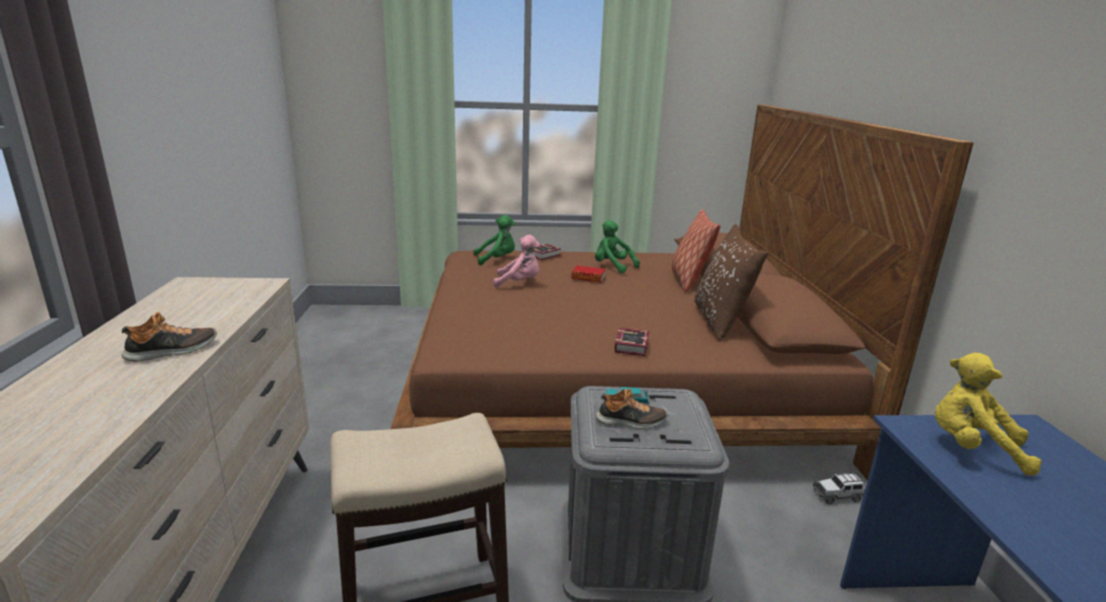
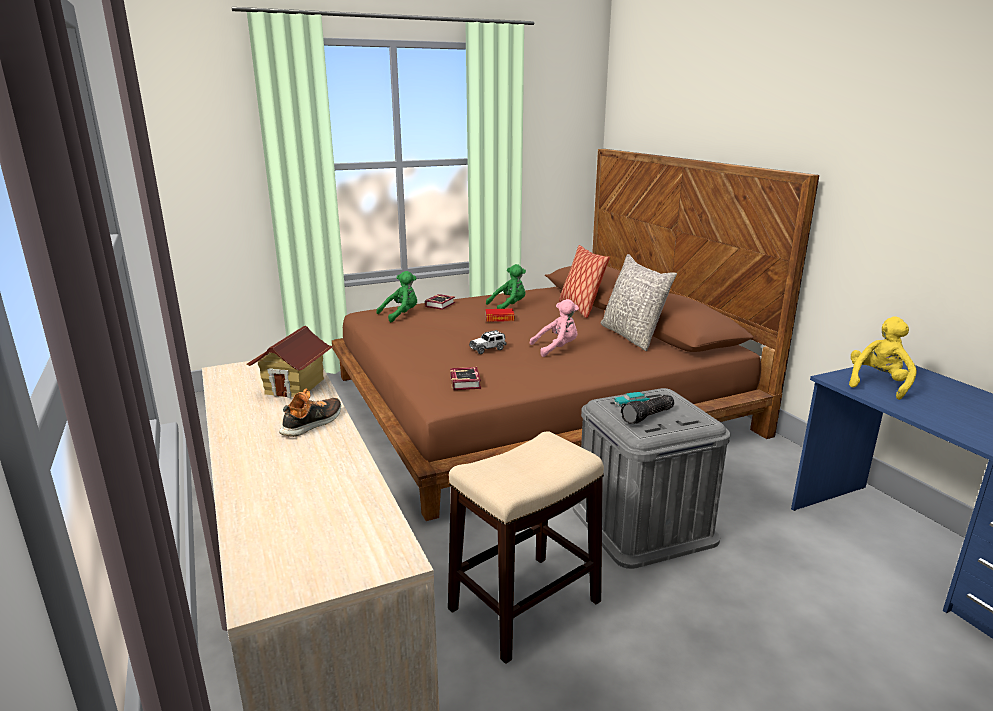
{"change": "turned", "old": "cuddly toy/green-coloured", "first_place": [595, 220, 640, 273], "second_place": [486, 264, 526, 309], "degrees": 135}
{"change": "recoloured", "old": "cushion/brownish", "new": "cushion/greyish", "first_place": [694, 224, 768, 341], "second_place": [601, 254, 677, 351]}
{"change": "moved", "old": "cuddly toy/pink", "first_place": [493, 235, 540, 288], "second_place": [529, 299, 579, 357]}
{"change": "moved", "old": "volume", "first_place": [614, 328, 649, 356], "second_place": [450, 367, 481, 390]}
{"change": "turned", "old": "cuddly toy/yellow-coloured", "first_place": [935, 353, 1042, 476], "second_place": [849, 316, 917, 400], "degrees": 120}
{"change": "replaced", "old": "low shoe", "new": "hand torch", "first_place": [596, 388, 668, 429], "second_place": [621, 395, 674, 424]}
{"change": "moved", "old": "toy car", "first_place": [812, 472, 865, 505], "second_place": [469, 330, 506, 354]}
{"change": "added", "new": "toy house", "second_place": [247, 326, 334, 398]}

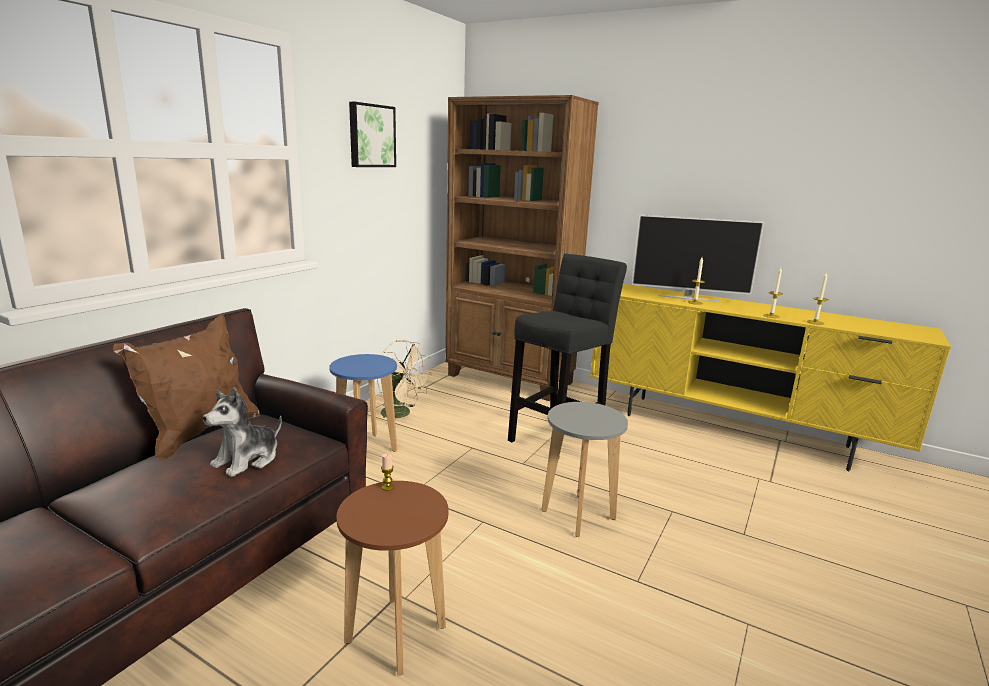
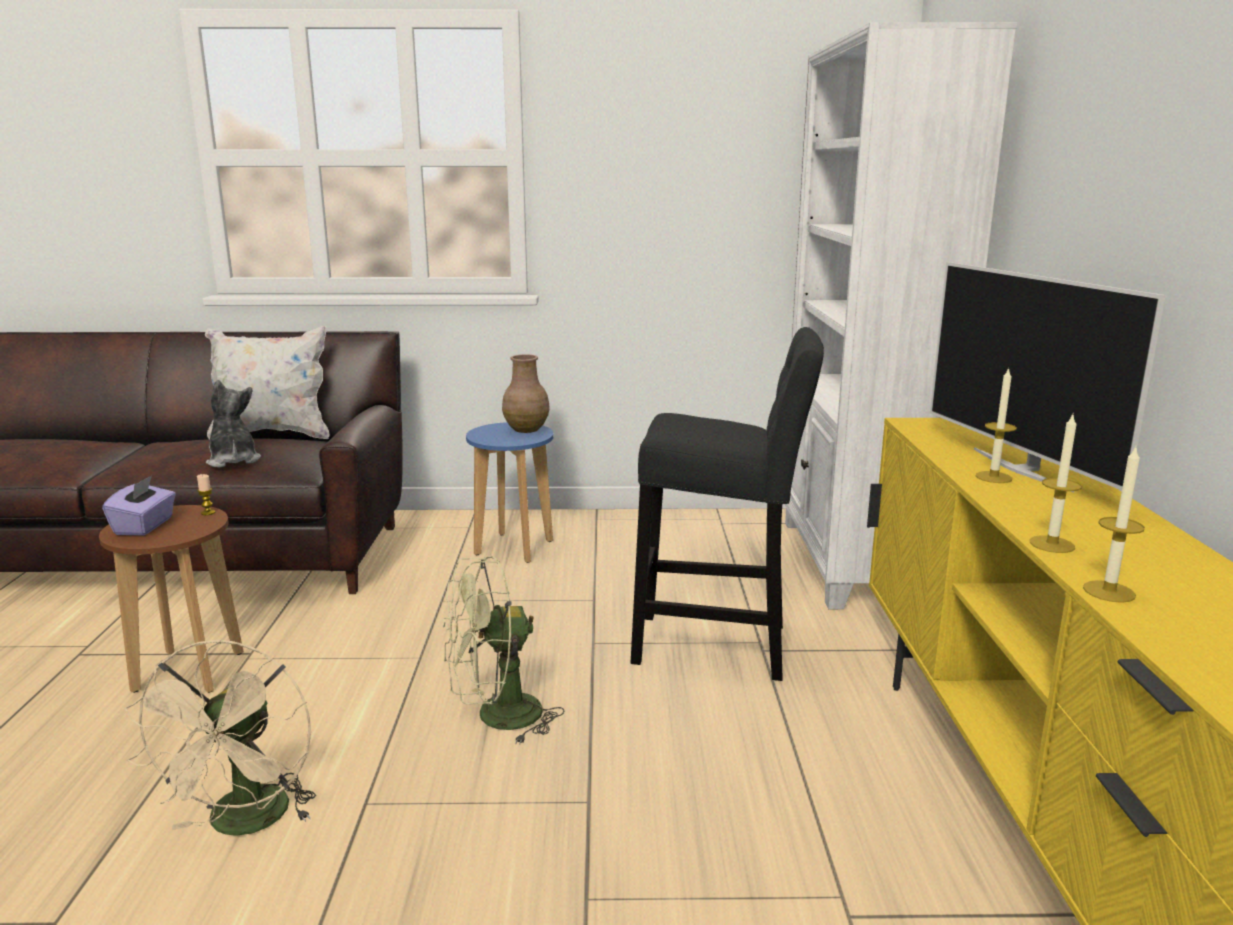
{"change": "recoloured", "old": "bookcase/brownish", "new": "bookcase/whitish", "first_place": [445, 95, 599, 401], "second_place": [785, 22, 1017, 609]}
{"change": "removed", "old": "picture", "first_place": [349, 102, 396, 167]}
{"change": "recoloured", "old": "cushion/brownish", "new": "cushion/whitish", "first_place": [113, 314, 260, 460], "second_place": [205, 326, 330, 439]}
{"change": "moved", "old": "fan/beige", "first_place": [377, 340, 432, 424], "second_place": [125, 639, 316, 836]}
{"change": "turned", "old": "cuddly toy", "first_place": [203, 388, 282, 477], "second_place": [206, 380, 261, 468], "degrees": 60}
{"change": "replaced", "old": "stool/greyish", "new": "fan/green-coloured", "first_place": [541, 402, 628, 537], "second_place": [443, 556, 565, 745]}
{"change": "added", "new": "vase/brownish", "second_place": [502, 355, 550, 433]}
{"change": "added", "new": "tissue box/purple", "second_place": [102, 475, 176, 536]}

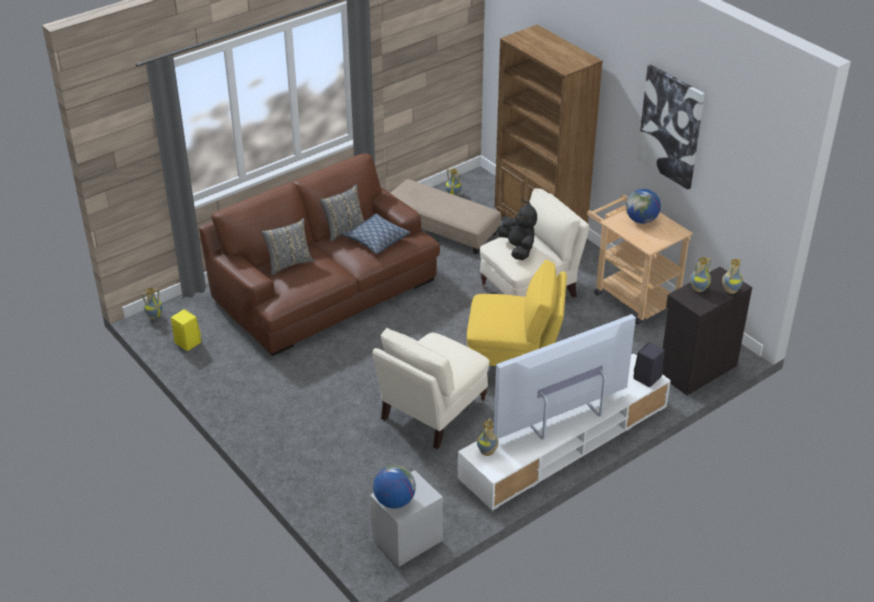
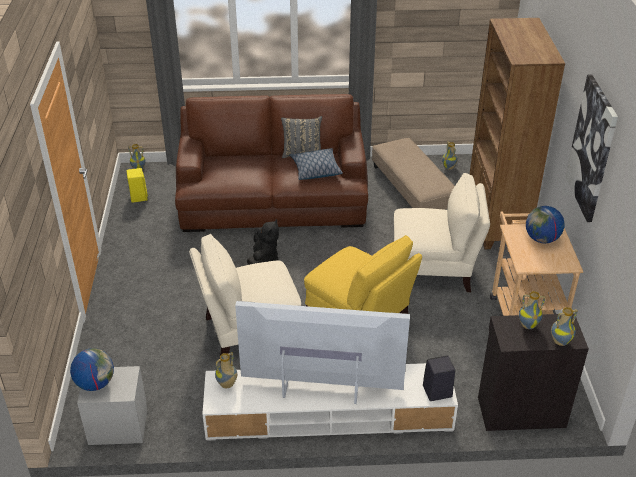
{"change": "moved", "old": "cuddly toy/blackish", "first_place": [497, 201, 537, 260], "second_place": [247, 219, 279, 265]}
{"change": "removed", "old": "cushion/greyish", "first_place": [262, 218, 314, 275]}

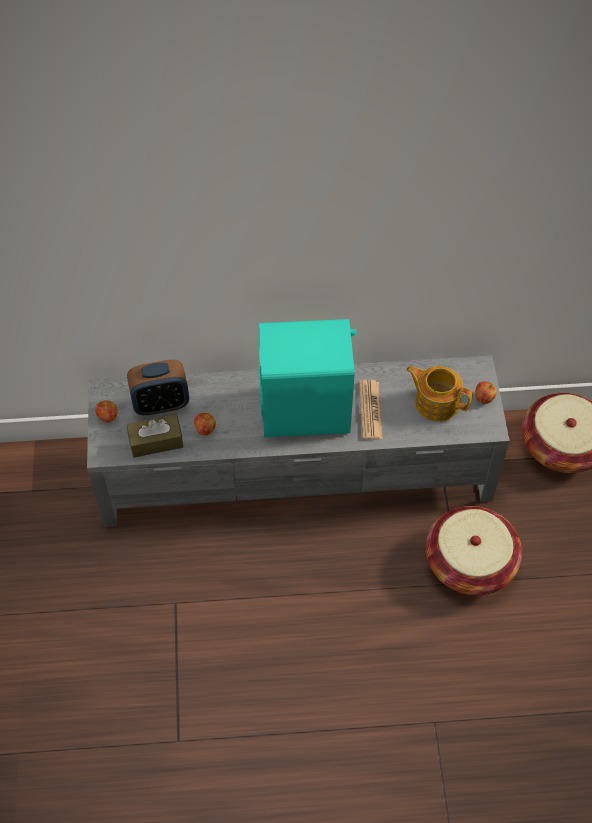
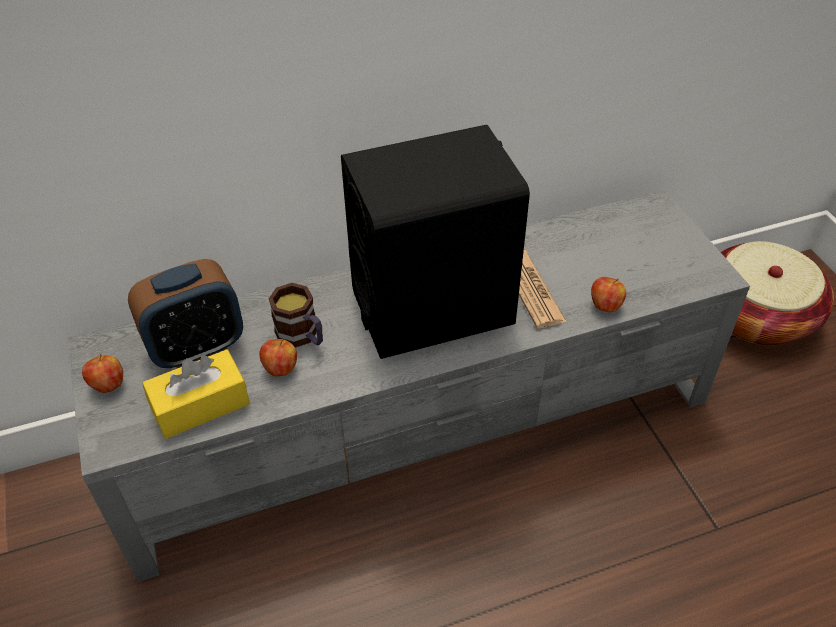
{"change": "recoloured", "old": "audio speaker/turquoise-coloured", "new": "audio speaker/blackish", "first_place": [259, 319, 357, 437], "second_place": [341, 125, 530, 359]}
{"change": "removed", "old": "pot for tea", "first_place": [406, 366, 473, 421]}
{"change": "moved", "old": "apple", "first_place": [475, 381, 497, 404], "second_place": [591, 277, 626, 312]}
{"change": "recoloured", "old": "tissue box/brownish", "new": "tissue box/yellow-coloured", "first_place": [127, 414, 183, 457], "second_place": [142, 349, 250, 439]}
{"change": "removed", "old": "storage basket", "first_place": [426, 506, 522, 595]}
{"change": "added", "new": "mug", "second_place": [269, 283, 323, 348]}

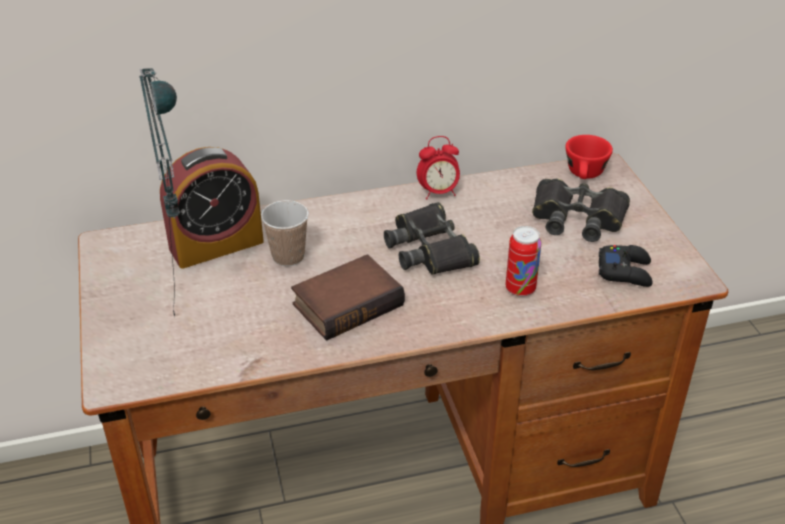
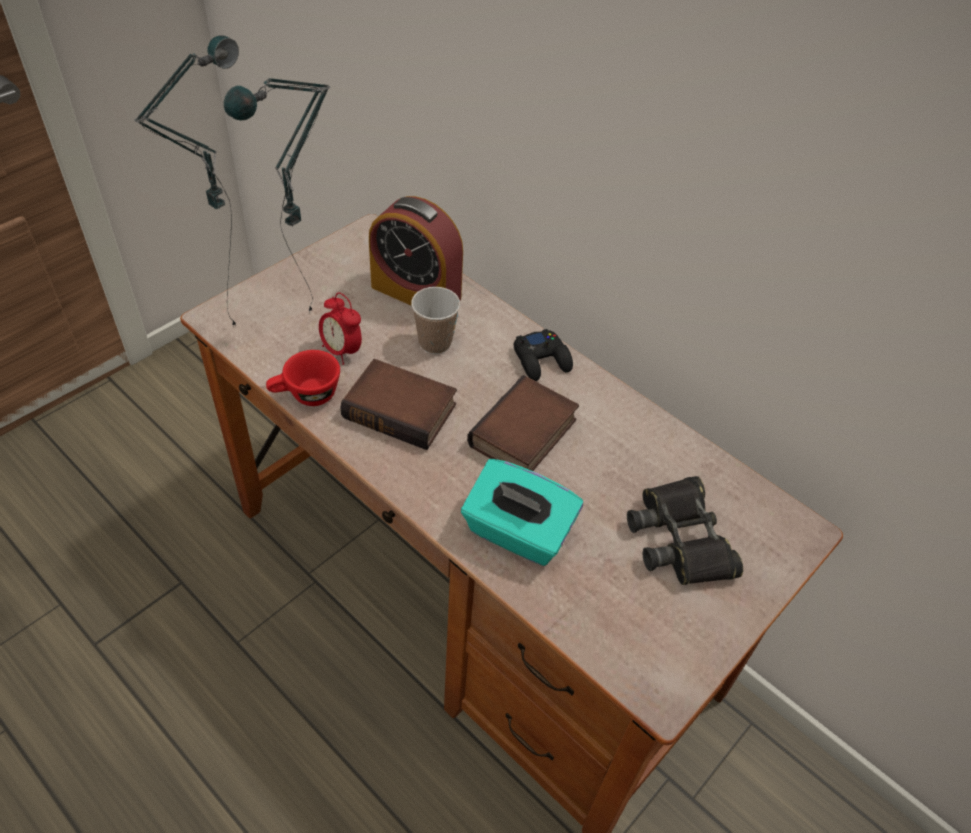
{"change": "moved", "old": "small cup/reddish", "first_place": [565, 135, 613, 179], "second_place": [266, 350, 340, 406]}
{"change": "moved", "old": "bedside clock", "first_place": [417, 136, 460, 200], "second_place": [319, 293, 362, 365]}
{"change": "replaced", "old": "binoculars/blackish", "new": "volume", "first_place": [384, 202, 480, 275], "second_place": [467, 375, 579, 471]}
{"change": "replaced", "old": "metal can", "new": "tissue box/turquoise-coloured", "first_place": [505, 226, 541, 297], "second_place": [461, 459, 583, 566]}
{"change": "moved", "old": "gamepad/blackish", "first_place": [599, 245, 653, 287], "second_place": [514, 329, 573, 381]}
{"change": "added", "new": "table lamp", "second_place": [134, 35, 239, 327]}

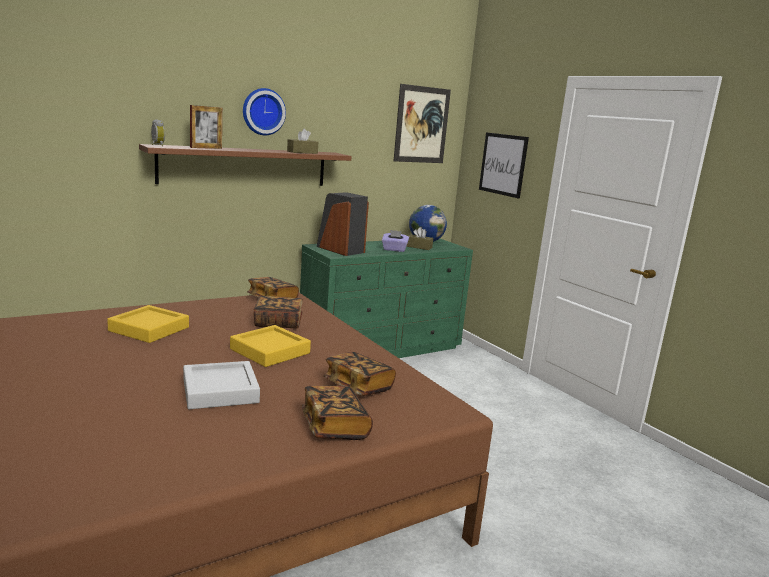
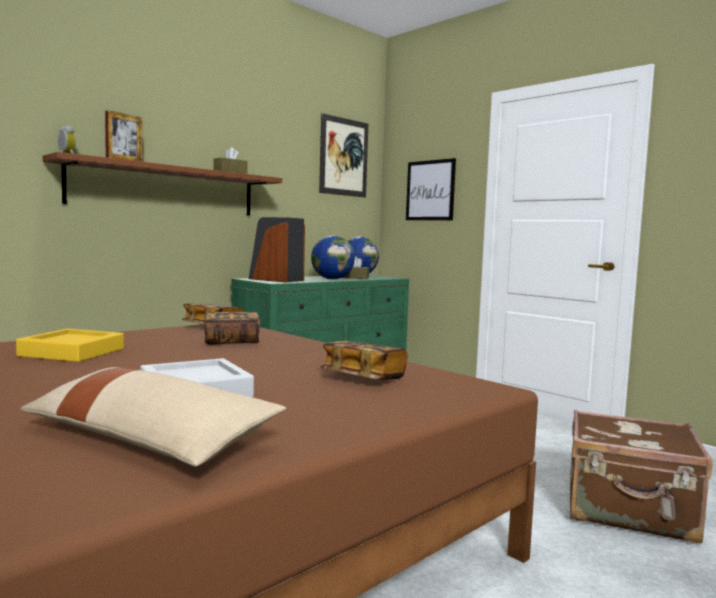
{"change": "removed", "old": "hanging clock", "first_place": [243, 88, 286, 136]}
{"change": "replaced", "old": "tissue box/purple", "new": "globe", "first_place": [382, 230, 409, 252], "second_place": [311, 236, 355, 280]}
{"change": "removed", "old": "tray/yellow-coloured", "first_place": [230, 325, 311, 367]}
{"change": "removed", "old": "volume", "first_place": [302, 386, 373, 440]}
{"change": "added", "new": "cushion/beige", "second_place": [20, 367, 286, 467]}
{"change": "added", "new": "piece of luggage/brownish", "second_place": [570, 410, 713, 543]}

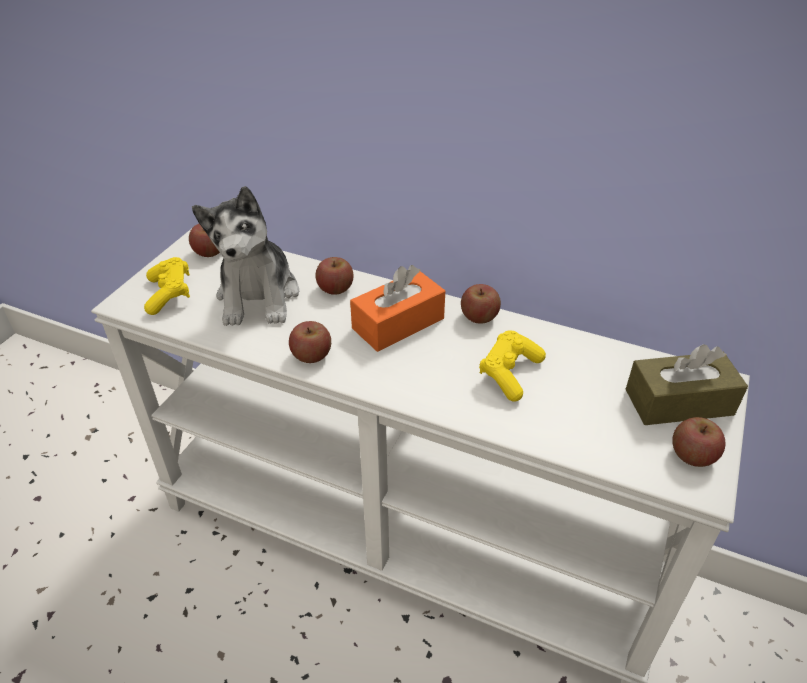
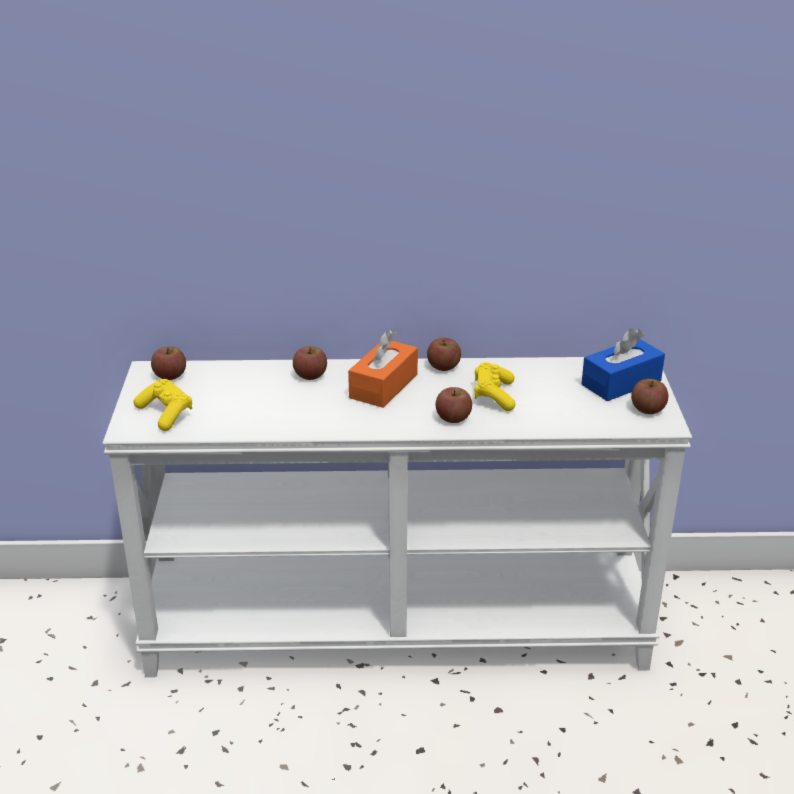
{"change": "removed", "old": "cuddly toy", "first_place": [192, 186, 299, 326]}
{"change": "moved", "old": "apple", "first_place": [289, 321, 331, 363], "second_place": [436, 387, 472, 423]}
{"change": "recoloured", "old": "tissue box/brownish", "new": "tissue box/blue-coloured", "first_place": [625, 344, 748, 425], "second_place": [581, 328, 665, 401]}

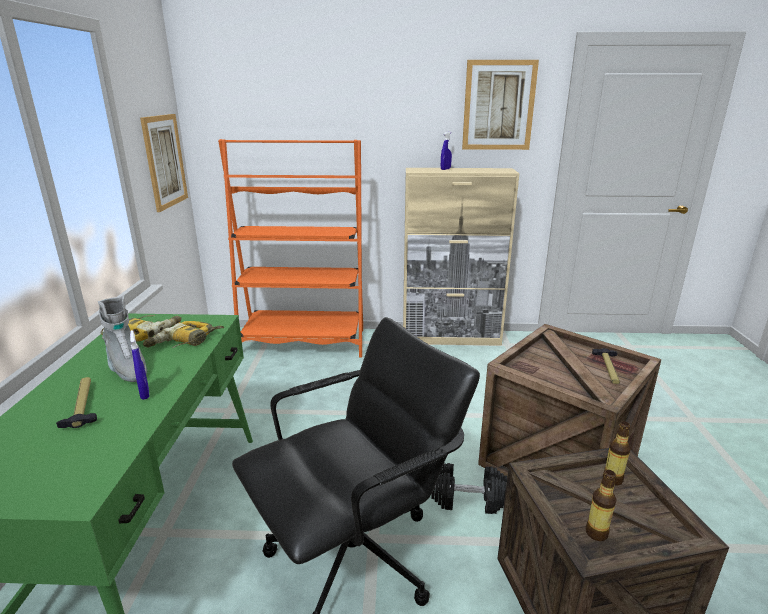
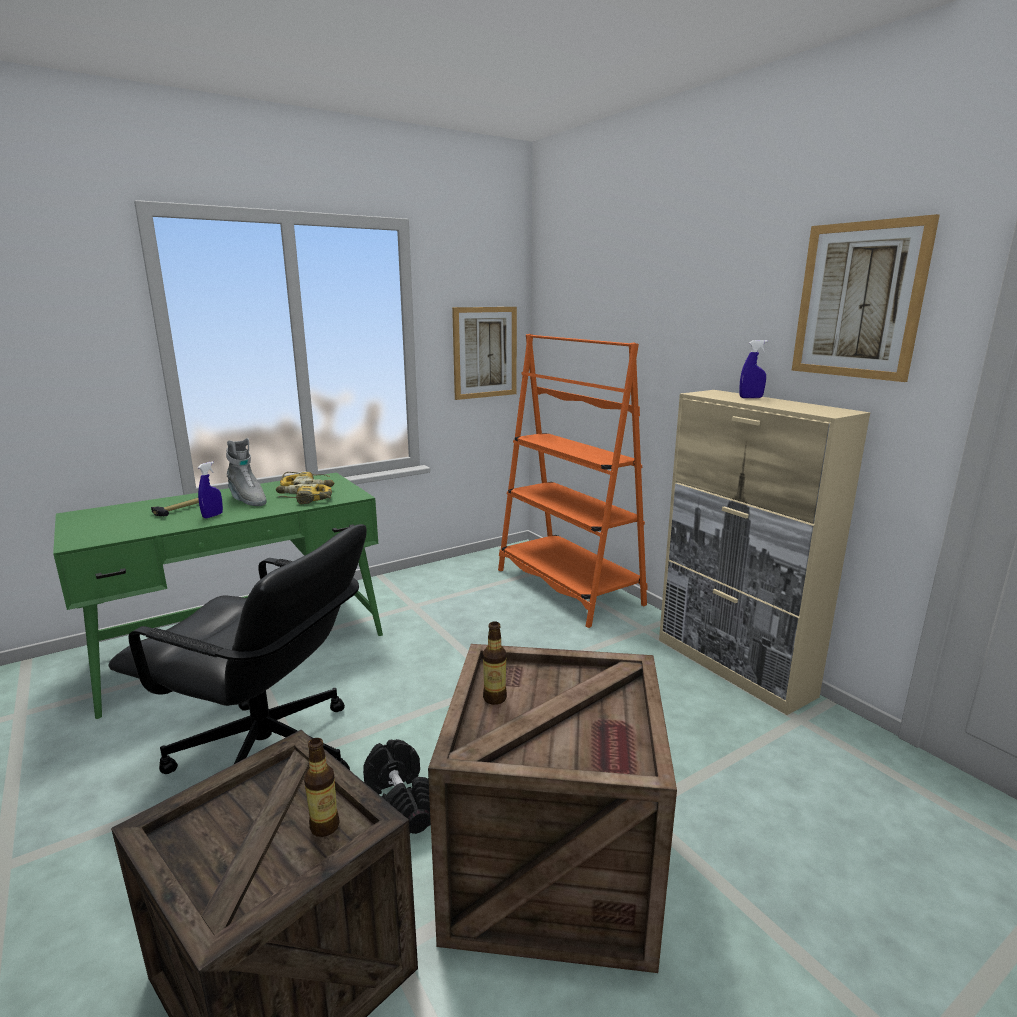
{"change": "turned", "old": "high-top boot/greyish", "first_place": [98, 295, 147, 382], "second_place": [226, 438, 267, 506], "degrees": -60}
{"change": "removed", "old": "tool hammer", "first_place": [592, 348, 620, 384]}
{"change": "moved", "old": "bottle", "first_place": [586, 470, 617, 541], "second_place": [483, 621, 507, 705]}

